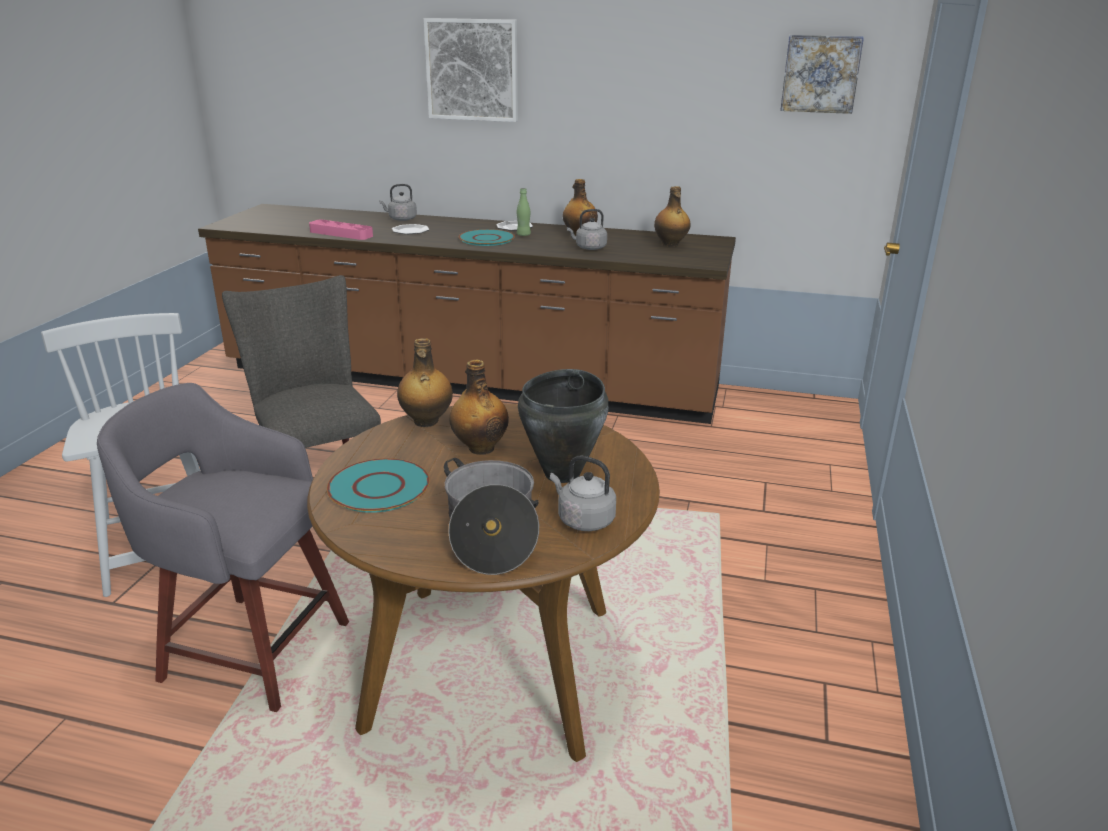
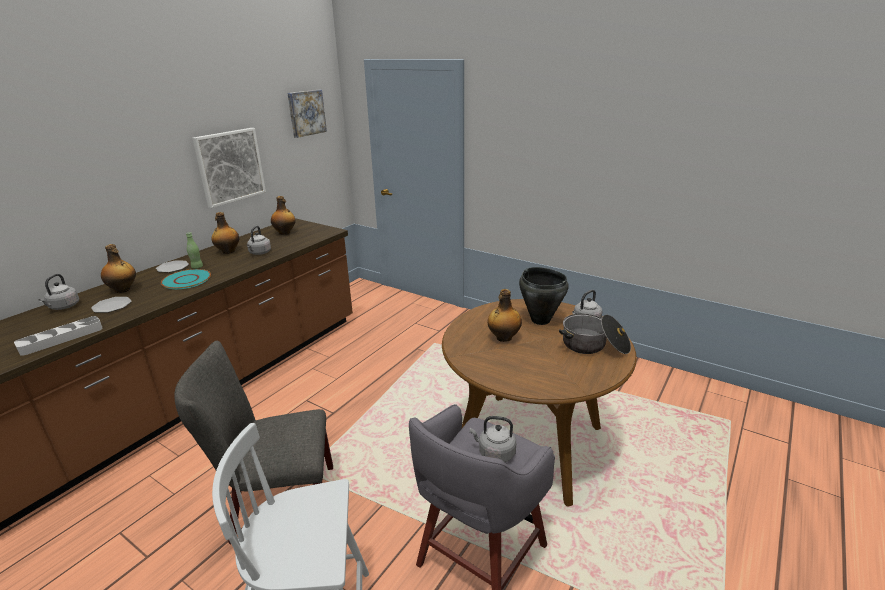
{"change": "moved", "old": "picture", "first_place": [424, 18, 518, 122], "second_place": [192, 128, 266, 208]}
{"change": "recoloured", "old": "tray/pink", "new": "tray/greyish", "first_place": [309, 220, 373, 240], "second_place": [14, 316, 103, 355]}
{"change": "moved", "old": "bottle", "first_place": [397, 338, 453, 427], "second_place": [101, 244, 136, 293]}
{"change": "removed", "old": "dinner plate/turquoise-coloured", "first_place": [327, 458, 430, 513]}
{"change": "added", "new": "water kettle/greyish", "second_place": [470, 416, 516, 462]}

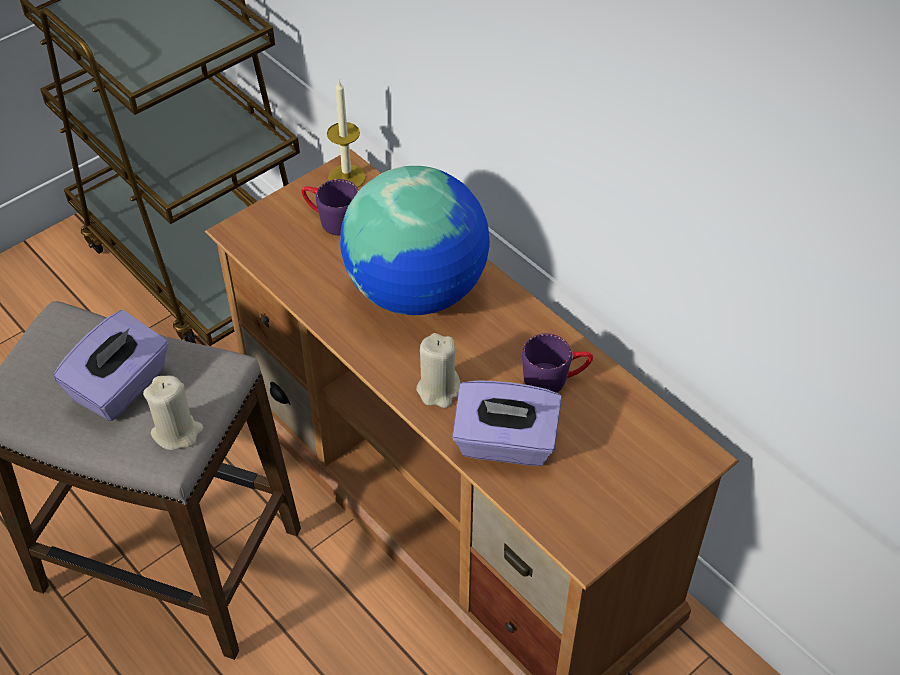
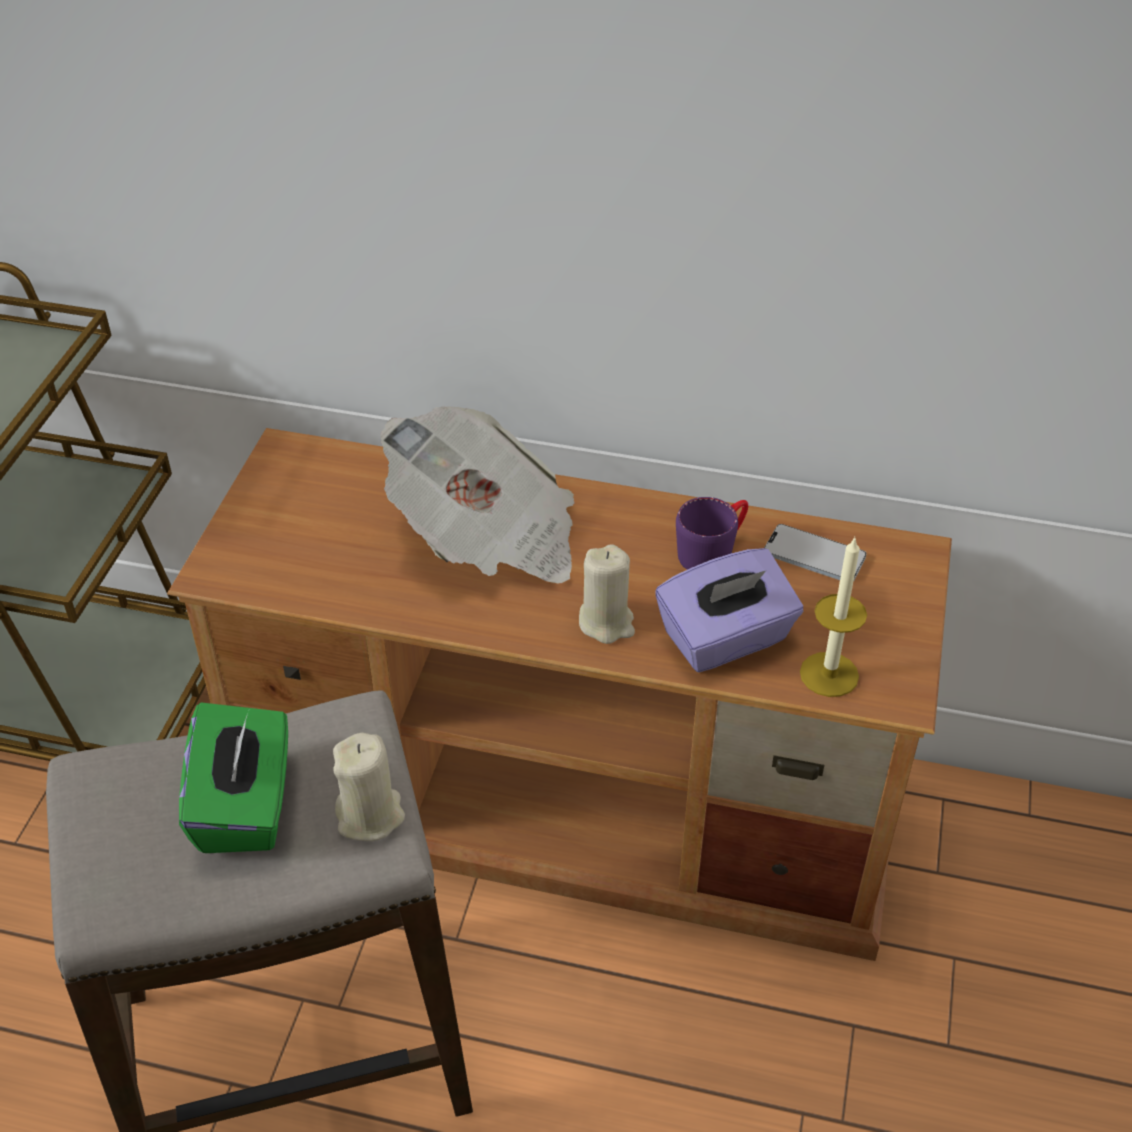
{"change": "moved", "old": "wax candle", "first_place": [327, 81, 366, 188], "second_place": [800, 537, 867, 697]}
{"change": "replaced", "old": "globe", "new": "newspaper", "first_place": [340, 166, 490, 315], "second_place": [381, 406, 575, 583]}
{"change": "removed", "old": "mug/purple", "first_place": [302, 179, 359, 235]}
{"change": "recoloured", "old": "tissue box/purple", "new": "tissue box/green-coloured", "first_place": [53, 310, 169, 421], "second_place": [179, 703, 288, 853]}
{"change": "added", "new": "telephone", "second_place": [764, 524, 866, 582]}

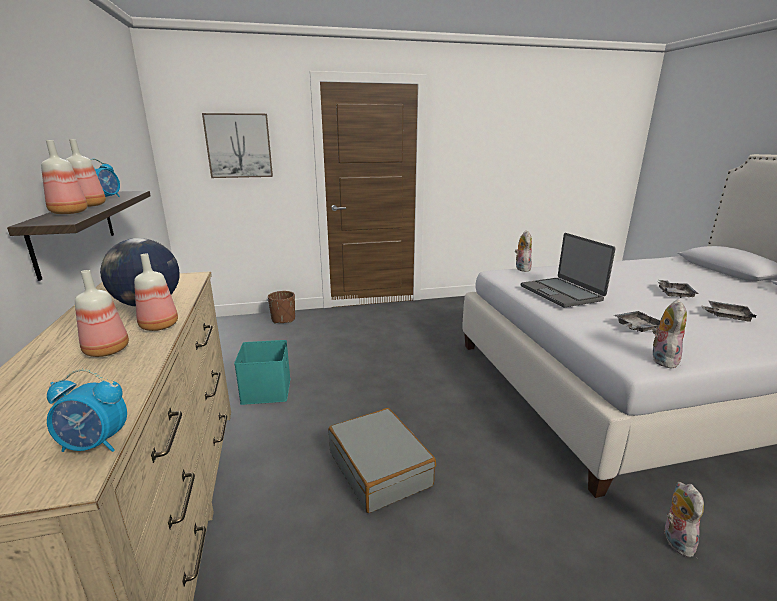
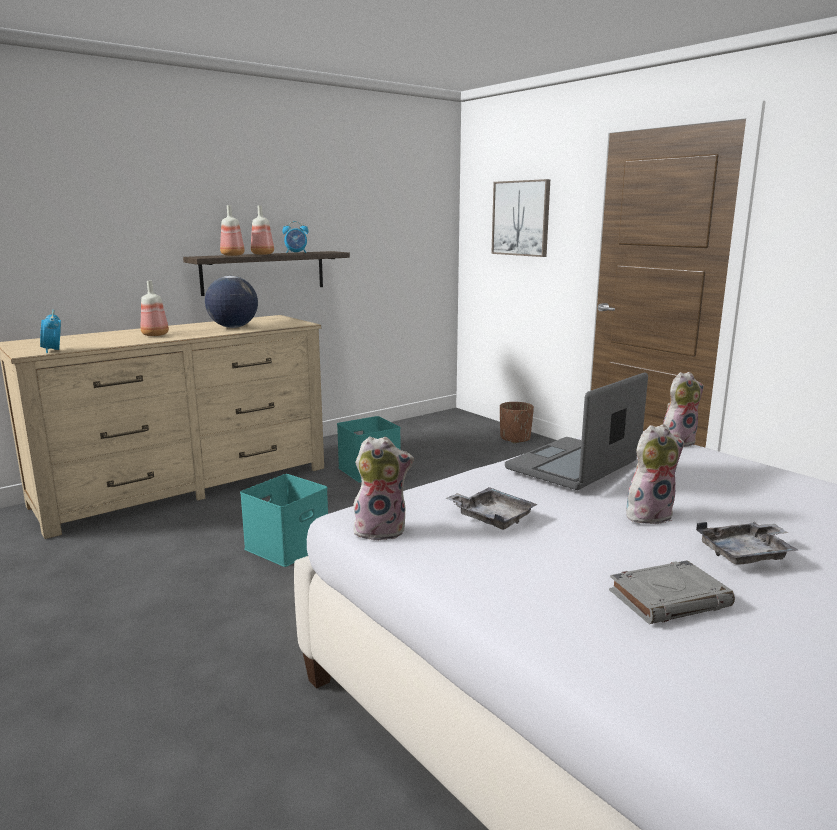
{"change": "removed", "old": "bottle", "first_place": [134, 254, 178, 331]}
{"change": "replaced", "old": "tray/greyish", "new": "volume/greyish", "first_place": [701, 301, 756, 322], "second_place": [609, 560, 735, 624]}
{"change": "replaced", "old": "piece of luggage/greyish", "new": "storage container/turquoise-coloured", "first_place": [328, 408, 436, 513], "second_place": [240, 474, 328, 567]}
{"change": "moved", "old": "cuddly toy", "first_place": [663, 482, 704, 557], "second_place": [626, 424, 684, 524]}

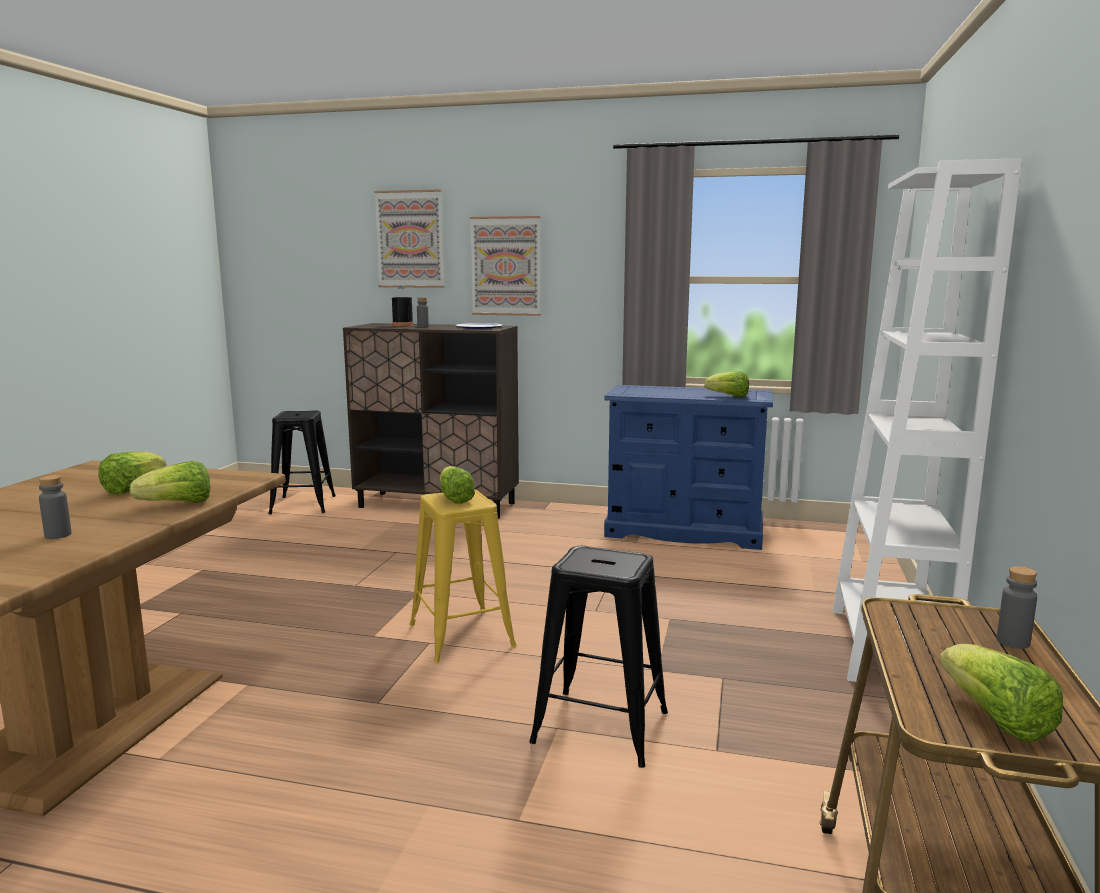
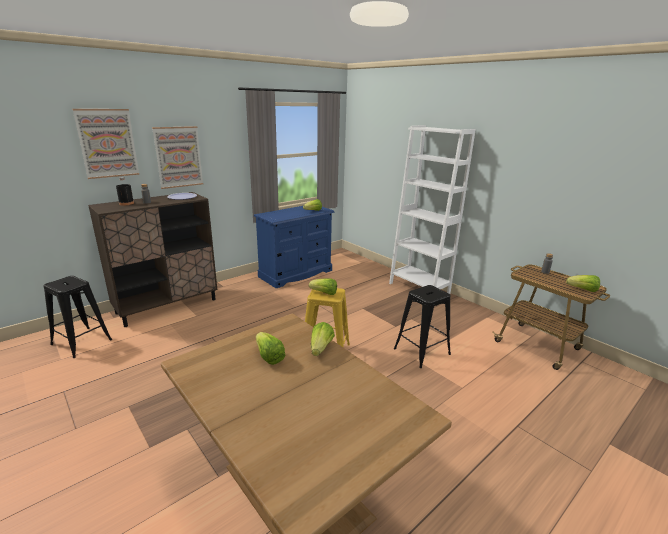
{"change": "removed", "old": "bottle/greyish", "first_place": [39, 475, 72, 539]}

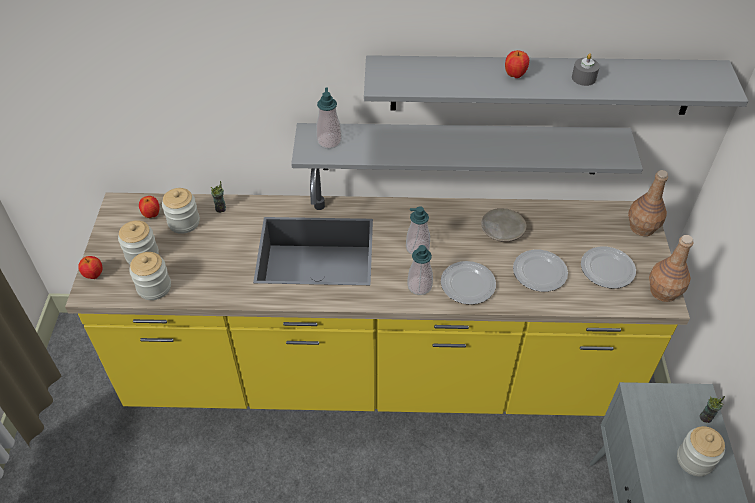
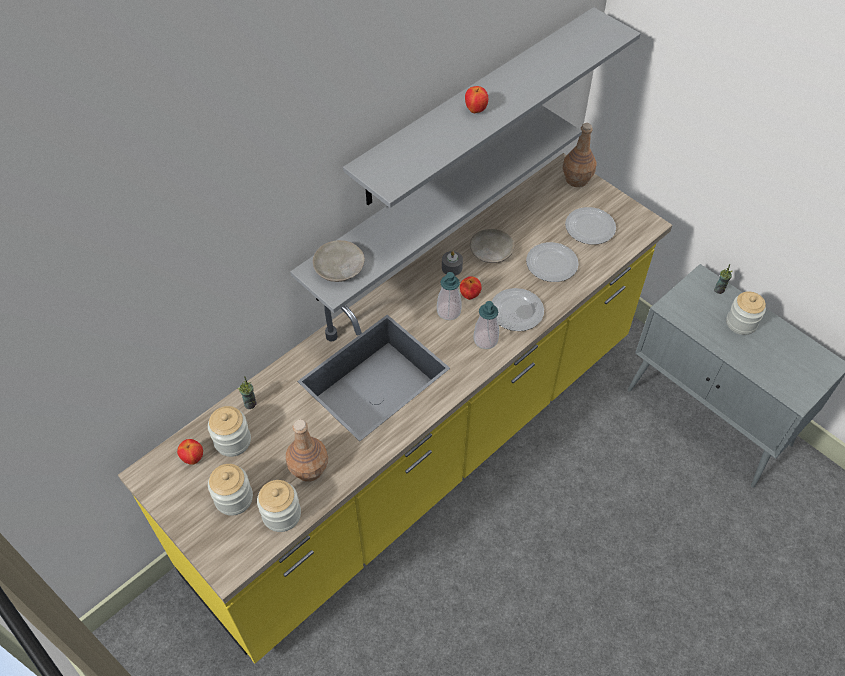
{"change": "moved", "old": "wax candle/greyish", "first_place": [572, 53, 600, 86], "second_place": [442, 251, 463, 276]}
{"change": "replaced", "old": "soap bottle", "new": "dinner plate/beige", "first_place": [316, 88, 342, 149], "second_place": [313, 240, 365, 282]}
{"change": "moved", "old": "bottle/brownish", "first_place": [649, 235, 693, 302], "second_place": [286, 419, 328, 482]}
{"change": "moved", "old": "apple", "first_place": [78, 256, 102, 279], "second_place": [460, 276, 482, 300]}

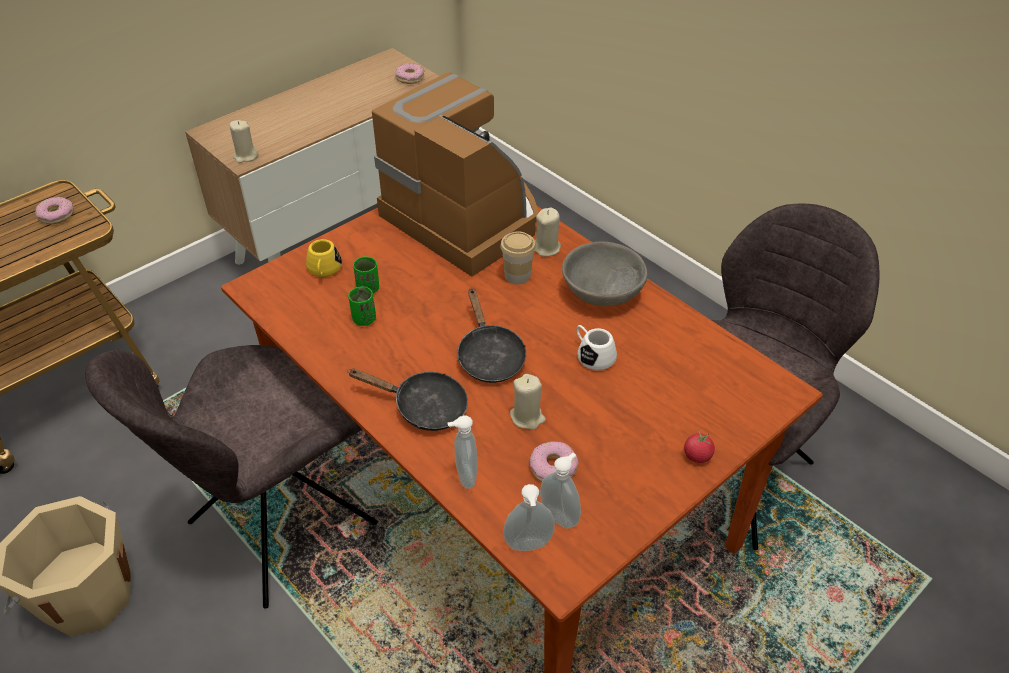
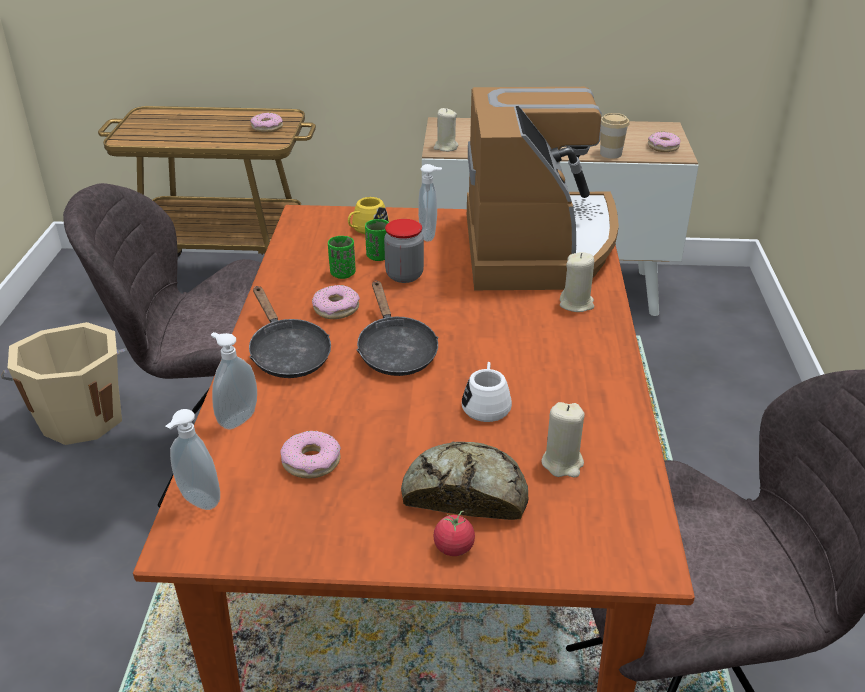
{"change": "moved", "old": "small cup", "first_place": [500, 232, 536, 285], "second_place": [600, 113, 629, 158]}
{"change": "removed", "old": "serving bowl/greyish", "first_place": [562, 242, 647, 306]}
{"change": "turned", "old": "skillet/blackish", "first_place": [457, 289, 526, 383], "second_place": [357, 280, 438, 376], "degrees": -45}
{"change": "moved", "old": "wax candle/beige", "first_place": [510, 374, 546, 430], "second_place": [541, 402, 585, 477]}
{"change": "moved", "old": "soap bottle", "first_place": [540, 453, 581, 529], "second_place": [418, 164, 442, 241]}
{"change": "added", "new": "preserve jar", "second_place": [384, 219, 424, 283]}
{"change": "added", "new": "ring doughnut", "second_place": [312, 285, 360, 319]}
{"change": "added", "new": "bread", "second_place": [401, 442, 528, 520]}

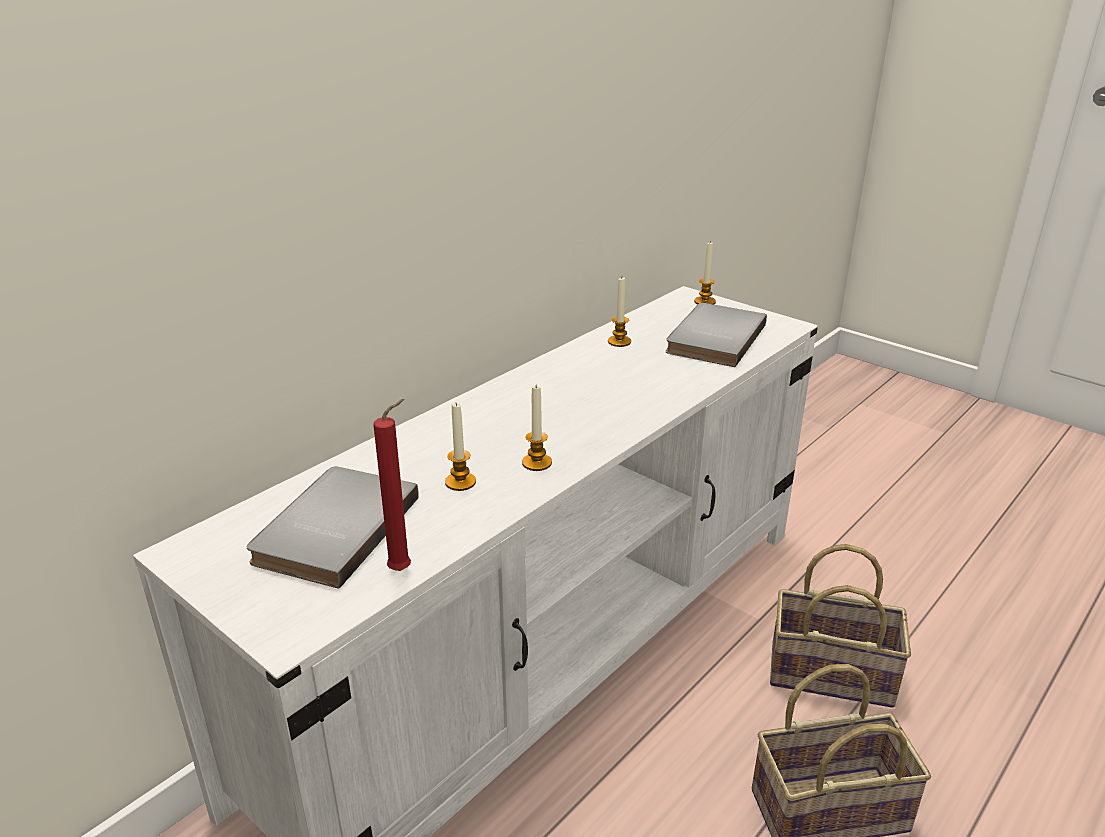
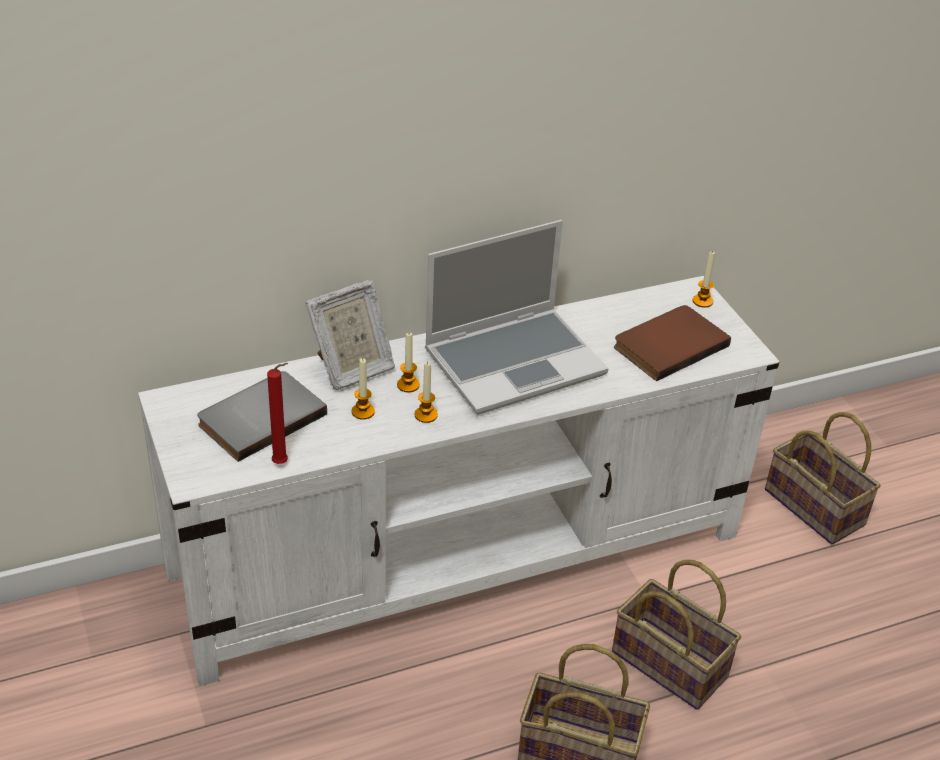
{"change": "moved", "old": "wax candle", "first_place": [608, 278, 631, 347], "second_place": [397, 333, 420, 392]}
{"change": "recoloured", "old": "volume/greyish", "new": "volume/brownish", "first_place": [666, 303, 767, 367], "second_place": [614, 305, 731, 381]}
{"change": "added", "new": "notebook computer", "second_place": [425, 220, 609, 414]}
{"change": "added", "new": "standing frame", "second_place": [305, 279, 395, 390]}
{"change": "added", "new": "storage basket", "second_place": [765, 412, 881, 544]}

